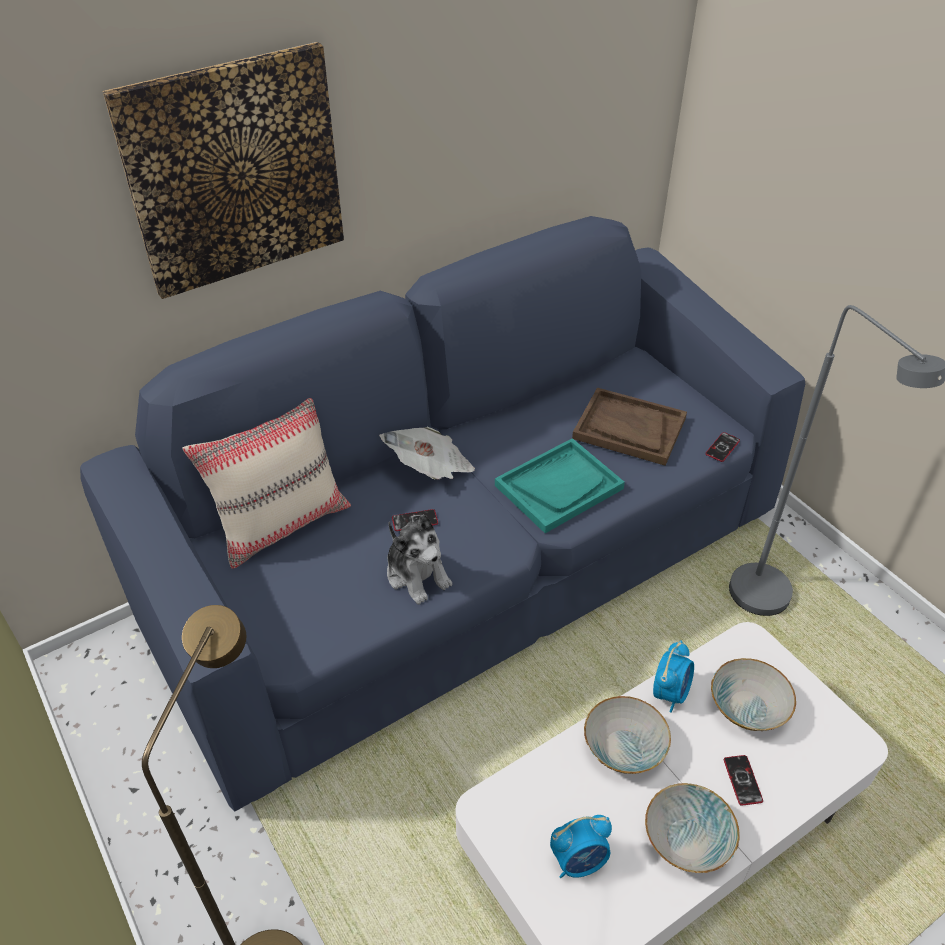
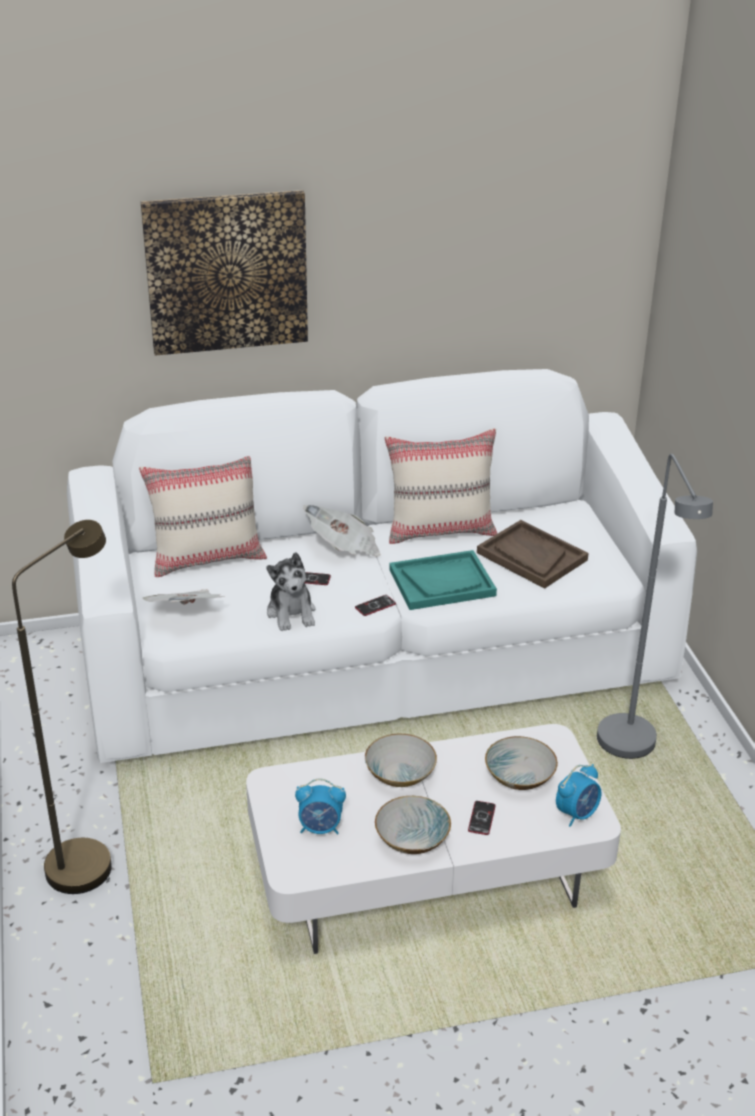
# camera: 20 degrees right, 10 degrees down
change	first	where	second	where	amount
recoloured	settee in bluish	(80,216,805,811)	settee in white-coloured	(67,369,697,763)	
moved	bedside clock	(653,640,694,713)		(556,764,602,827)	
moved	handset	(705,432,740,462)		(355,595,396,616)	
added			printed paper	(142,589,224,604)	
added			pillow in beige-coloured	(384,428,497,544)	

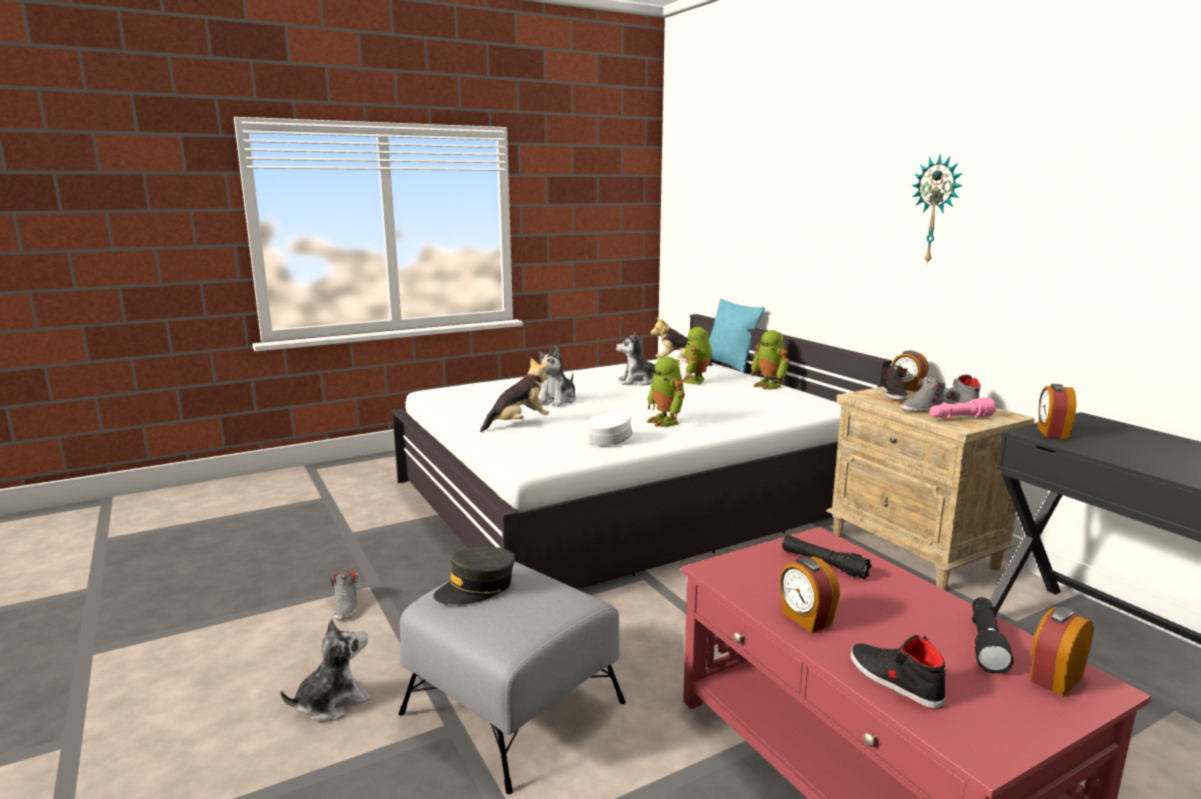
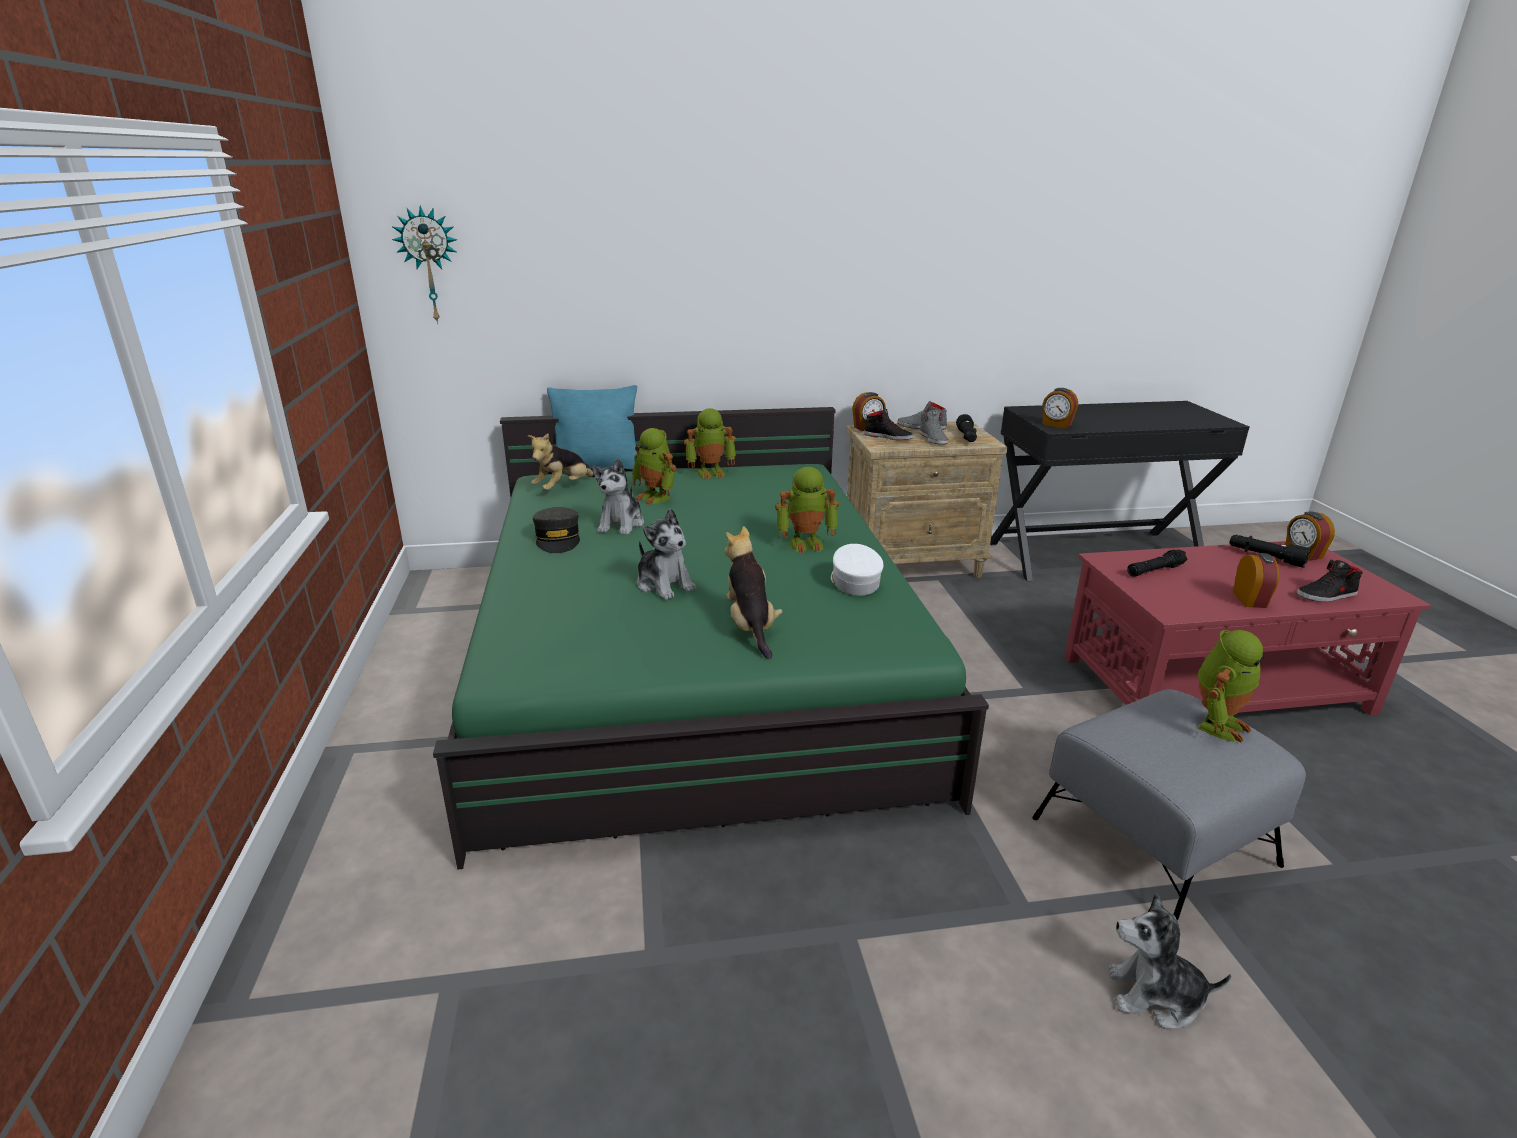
# camera: 70 degrees left, 10 degrees up
change	first	where	second	where	amount
turned	cuddly toy	(280,618,370,721)		(1108,893,1231,1028)	60 degrees counterclockwise
removed	low shoe in grey	(330,571,358,620)			
recoloured	bed in white-coloured	(392,314,892,589)	bed in green-coloured	(433,407,989,869)	
moved	cap in grey	(433,547,515,604)		(533,507,580,553)	
turned	bedside clock	(780,557,840,633)		(1233,553,1279,608)	75 degrees counterclockwise
moved	clock on the wall	(911,154,963,265)		(392,205,458,324)	
recoloured	torch in pink-coloured	(930,397,996,419)	torch in black	(956,414,977,442)	
added			toy robot	(1198,630,1264,743)	

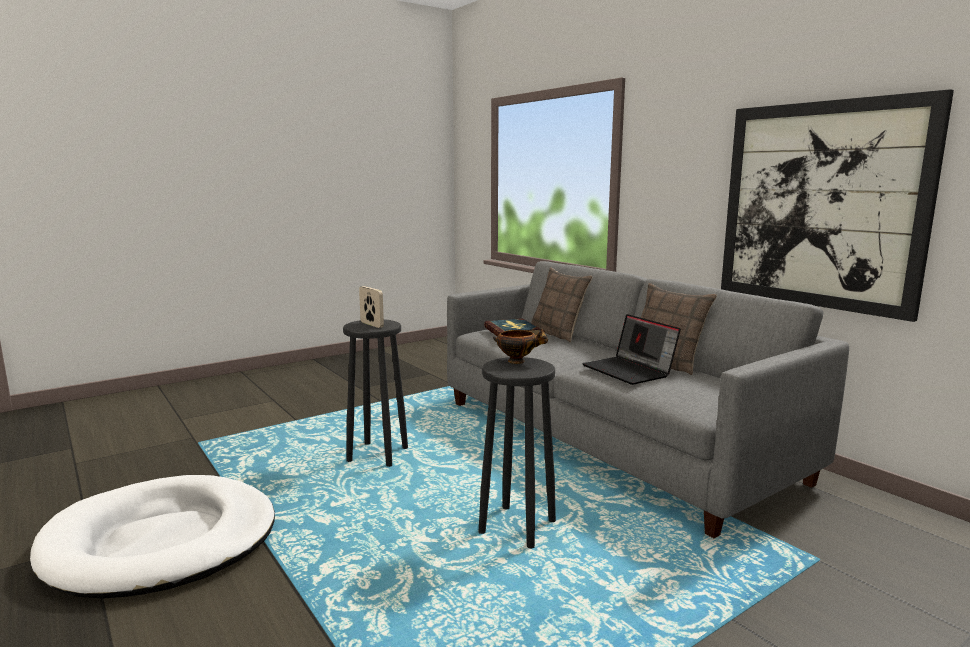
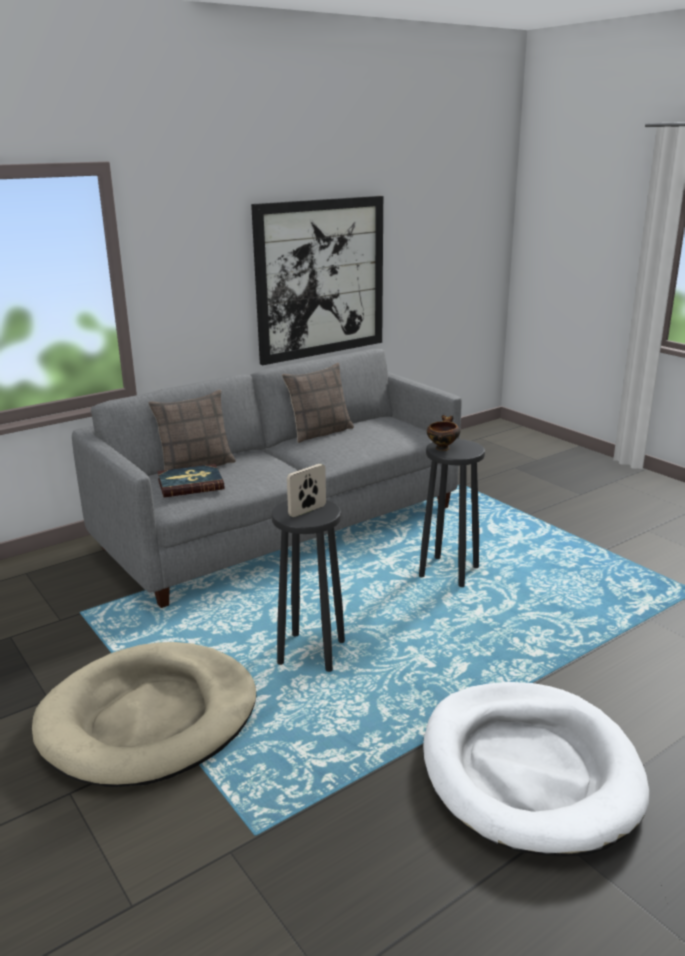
# camera: 90 degrees left, 10 degrees up
change	first	where	second	where	amount
removed	notebook computer	(582,314,681,385)			
added			pet bed in beige-coloured	(32,642,256,787)	

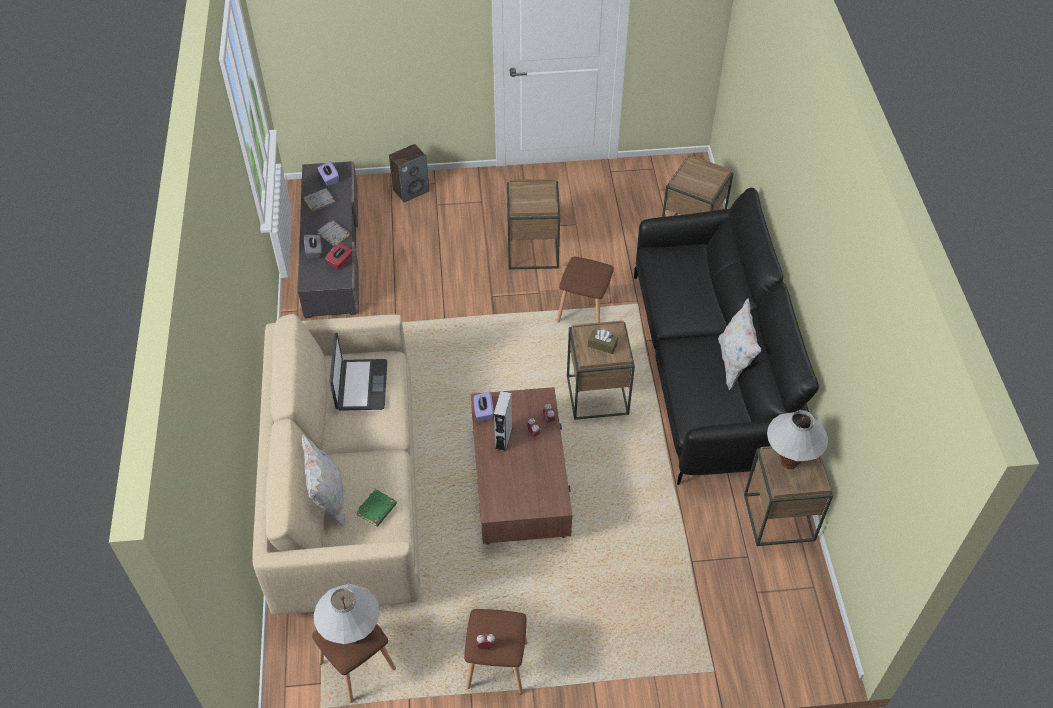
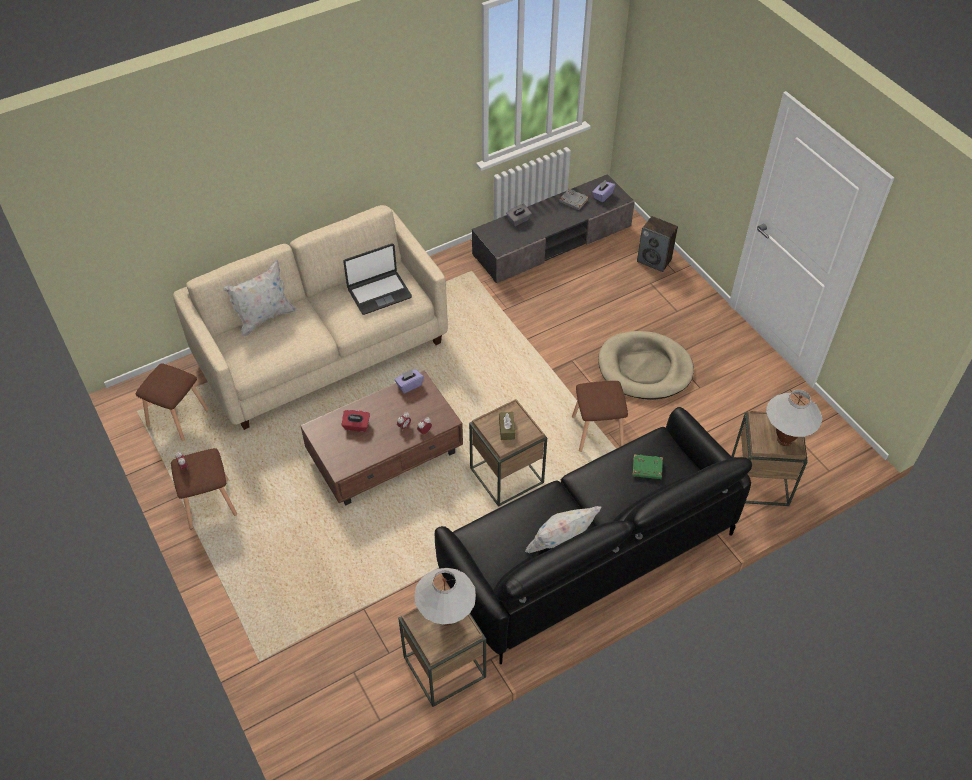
# camera: 65 degrees right, 0 degrees up
change	first	where	second	where	amount
moved	tabletop lamp in white-coloured	(314,584,380,644)		(766,390,822,446)	
removed	volume in grey	(317,220,350,246)			
moved	tissue box in red-coloured	(325,242,352,270)		(342,410,370,432)	
moved	volume in green-coloured	(356,489,397,527)		(633,454,663,479)	
removed	speaker in grey	(494,391,512,452)			
replaced	side table in brown	(507,179,560,270)	pet bed in beige-coloured	(598,331,694,400)	

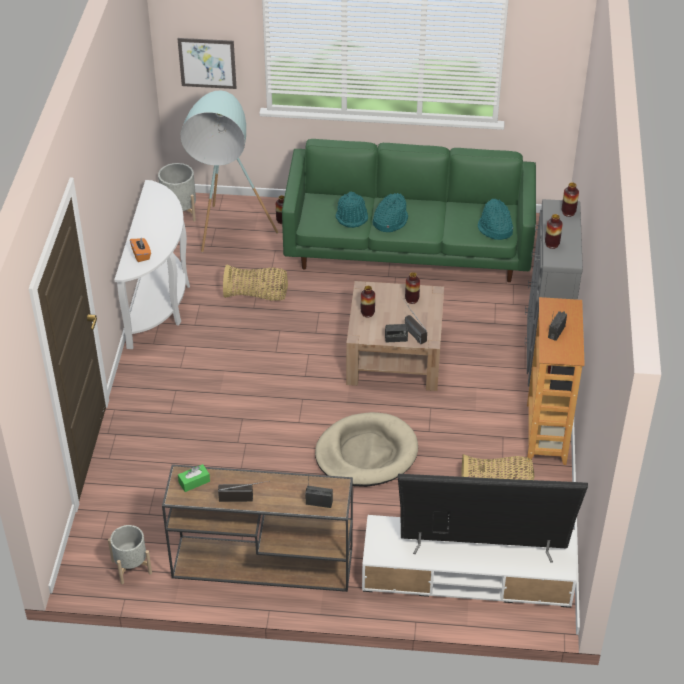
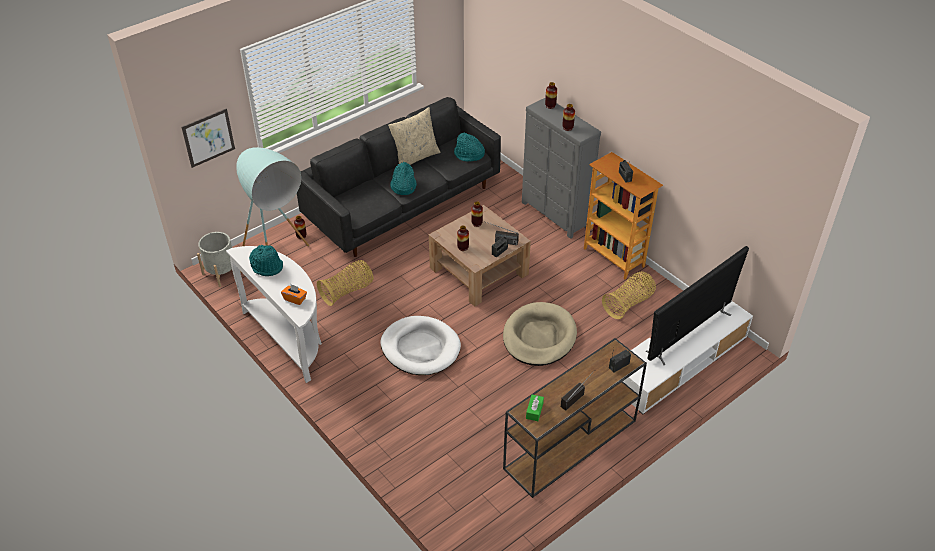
# camera: 45 degrees left, 0 degrees up
change	first	where	second	where	amount
removed	flower pot in grey	(108,525,152,584)			
recoloured	settee in green-coloured	(282,139,536,282)	settee in black	(297,97,501,257)	
moved	wearable hat in turquoise	(336,191,368,228)		(249,245,283,276)	
added			pet bed in white-coloured	(380,316,461,375)	
added			pillow in beige-coloured	(388,107,440,165)	

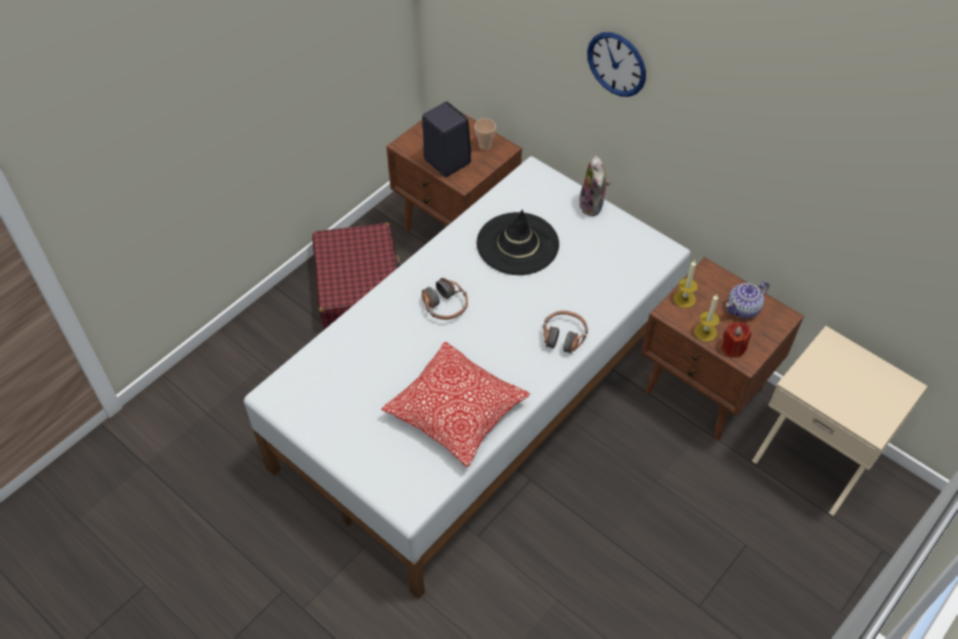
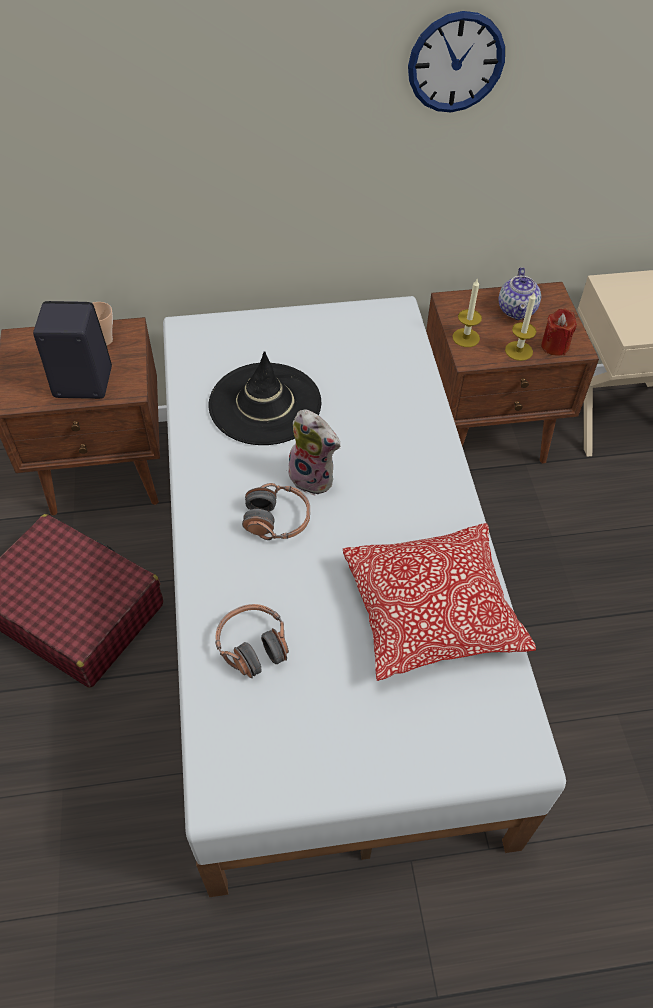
# camera: 50 degrees left, 0 degrees up
change	first	where	second	where	amount
moved	headset	(543,311,588,354)		(215,604,289,678)	
moved	cuddly toy	(579,156,611,216)		(288,409,340,495)	
moved	clock on the wall	(587,32,646,97)		(408,11,505,112)	

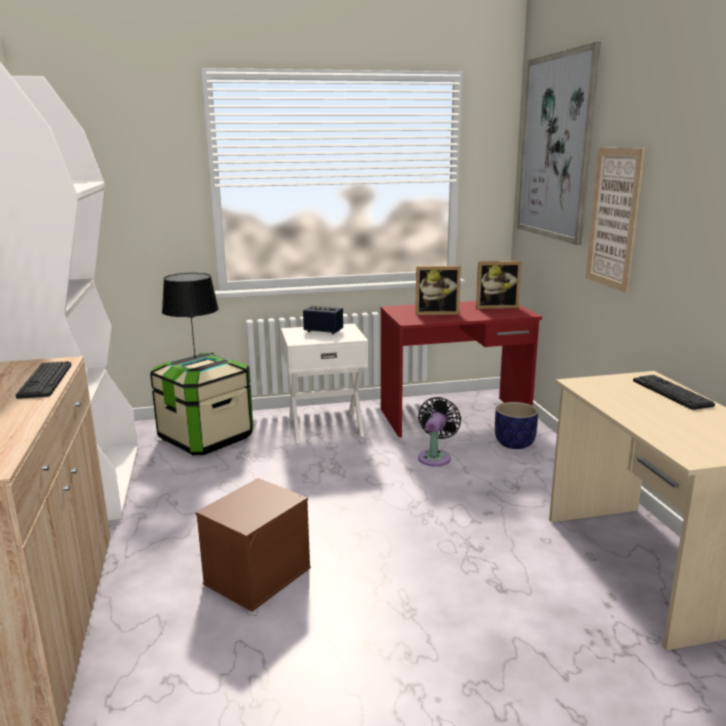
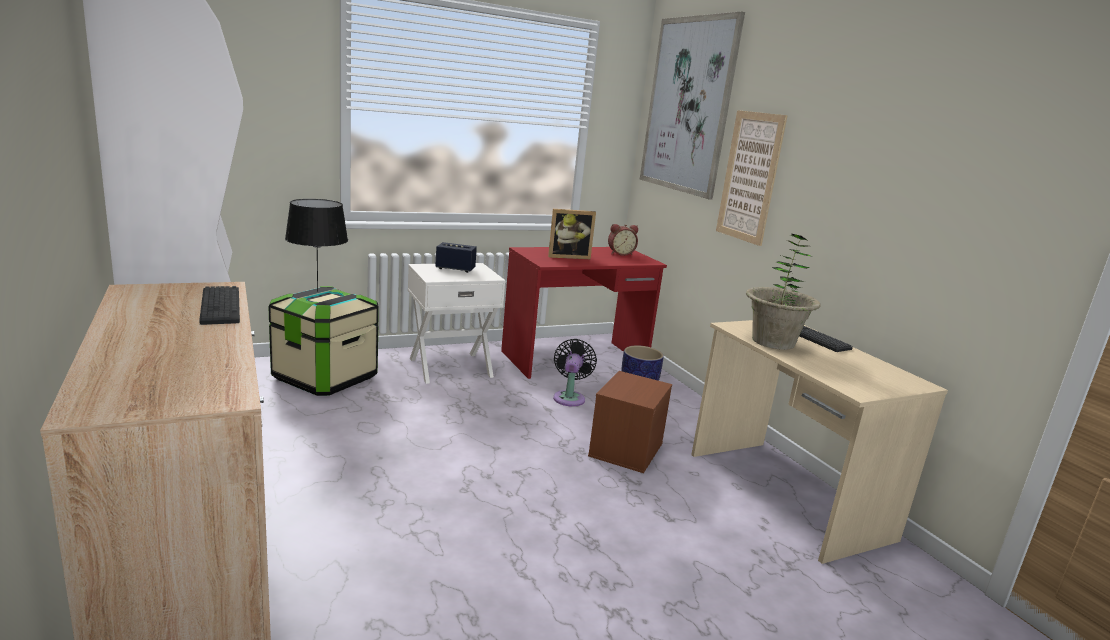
# camera: 15 degrees left, 0 degrees up
change	first	where	second	where	amount
moved	storage container in brown	(196,478,311,612)		(588,371,672,473)	
replaced	standing frame	(476,261,522,309)	bedside clock	(608,224,638,256)	
added			houseplant	(746,234,821,350)	

